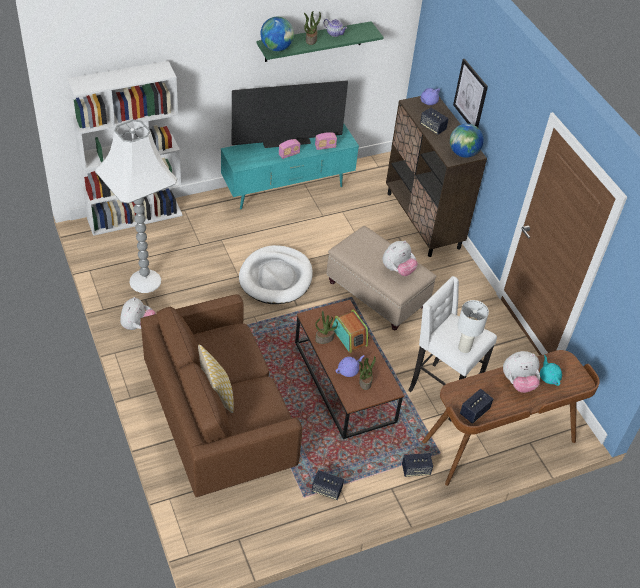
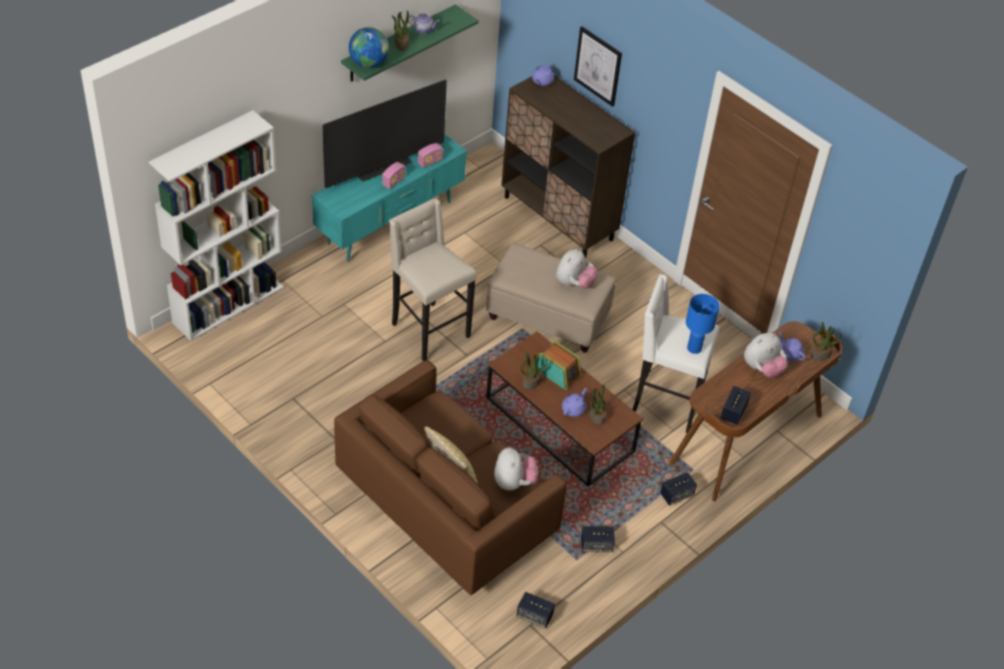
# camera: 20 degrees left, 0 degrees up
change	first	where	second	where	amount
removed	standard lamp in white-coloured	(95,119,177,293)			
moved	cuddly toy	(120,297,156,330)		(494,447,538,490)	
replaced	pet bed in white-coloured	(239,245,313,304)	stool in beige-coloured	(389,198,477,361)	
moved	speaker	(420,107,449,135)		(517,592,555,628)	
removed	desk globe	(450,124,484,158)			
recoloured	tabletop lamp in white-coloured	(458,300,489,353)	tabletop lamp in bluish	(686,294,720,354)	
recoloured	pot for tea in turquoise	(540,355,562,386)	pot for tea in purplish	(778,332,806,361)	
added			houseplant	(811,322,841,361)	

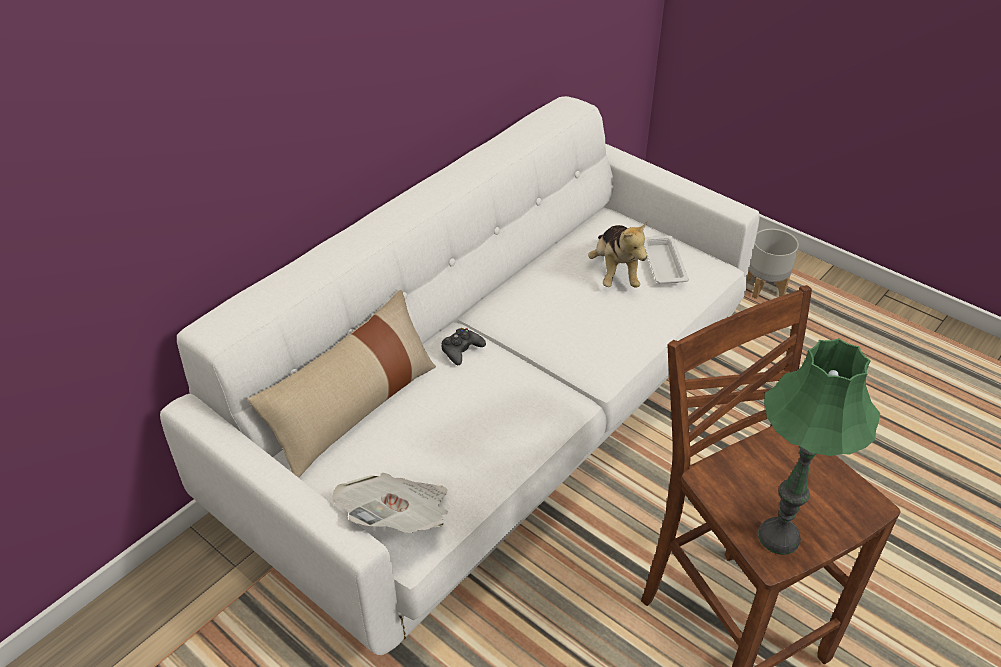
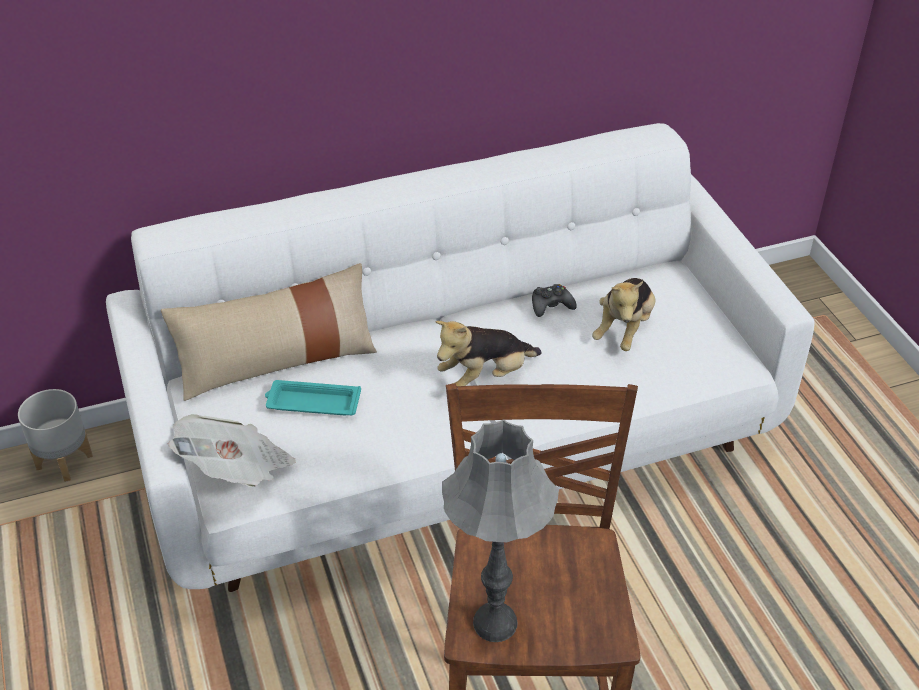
# camera: 30 degrees right, 0 degrees up
change	first	where	second	where	amount
moved	game controller in black	(441,328,486,365)		(532,284,577,317)	
removed	tray in white-coloured	(644,235,689,284)			
moved	flower pot in grey	(747,229,799,299)		(18,389,93,482)	
recoloured	tabletop lamp in green-coloured	(758,338,880,555)	tabletop lamp in grey	(442,419,559,642)	
added			tray in turquoise	(265,380,361,416)	
added			cuddly toy	(436,321,542,386)	

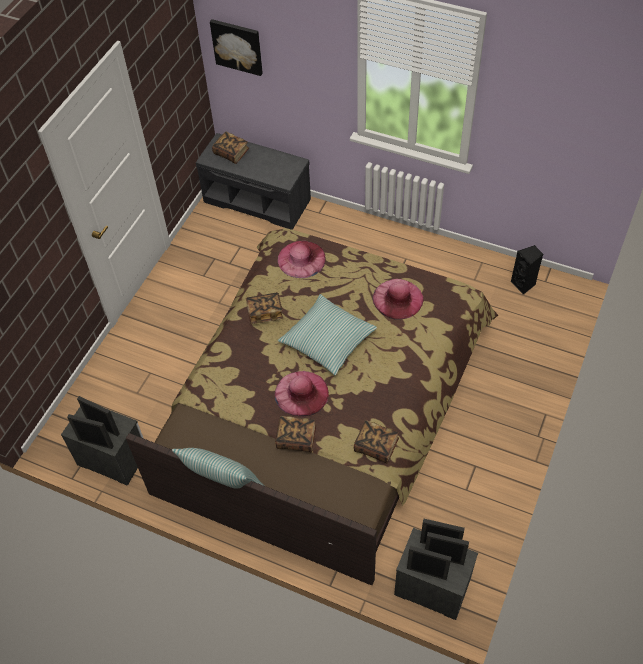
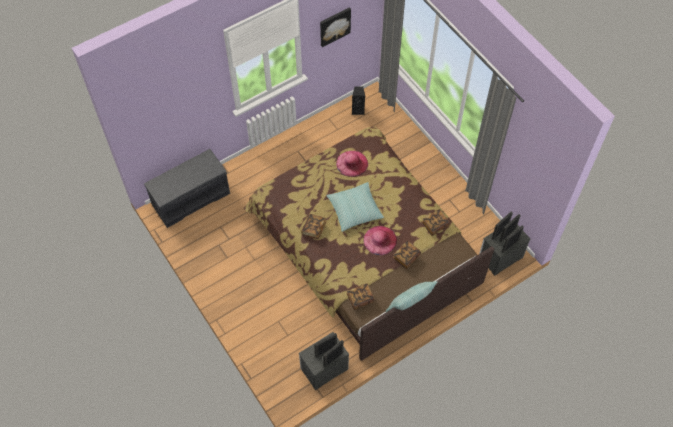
# camera: 60 degrees left, 5 degrees up
change	first	where	second	where	amount
moved	wall picture	(210,19,263,76)		(320,8,351,47)	
moved	volume	(212,132,249,164)		(347,283,375,310)	
removed	wearable hat in pink-coloured	(278,241,326,278)			

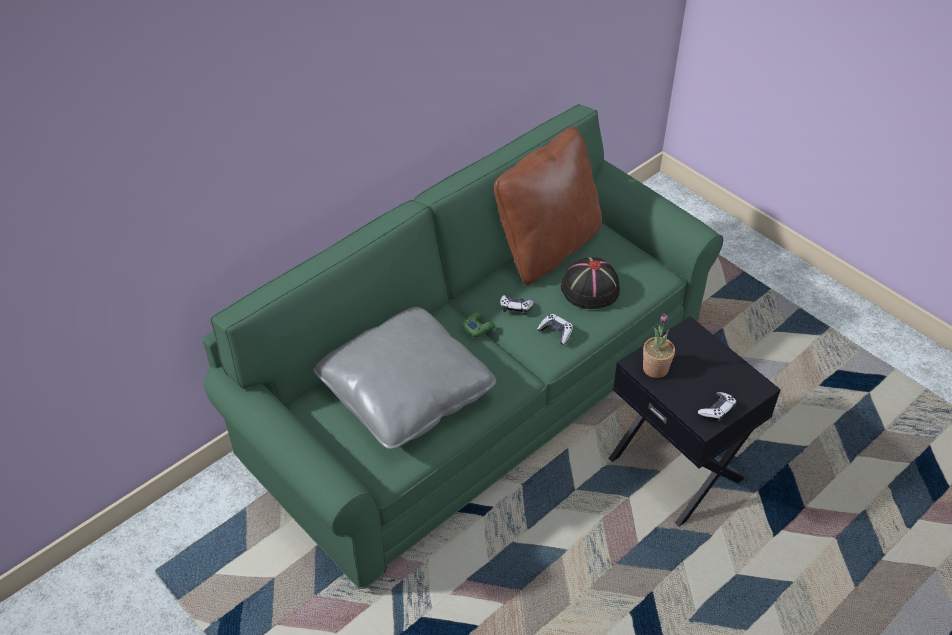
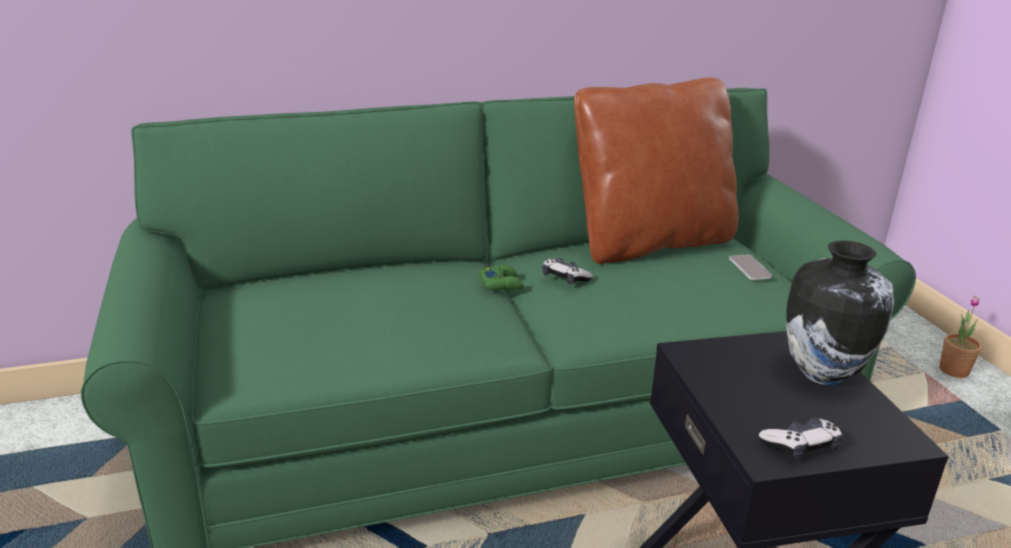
# camera: 25 degrees right, 20 degrees down
change	first	where	second	where	amount
removed	pillow in grey	(313,307,496,449)			
removed	game controller	(537,314,573,344)			
removed	wearable hat in black	(561,257,620,309)			
moved	houseplant	(643,314,675,378)		(939,296,982,378)	
added			handset	(729,255,772,280)	
added			flower vase	(786,240,894,385)	

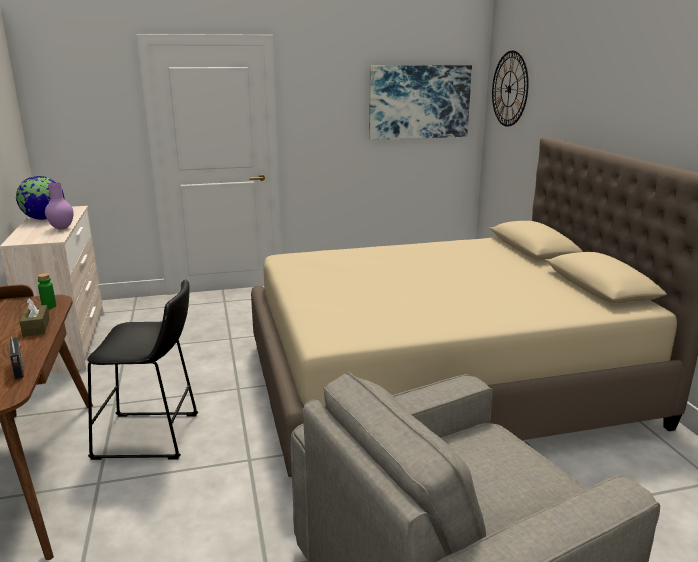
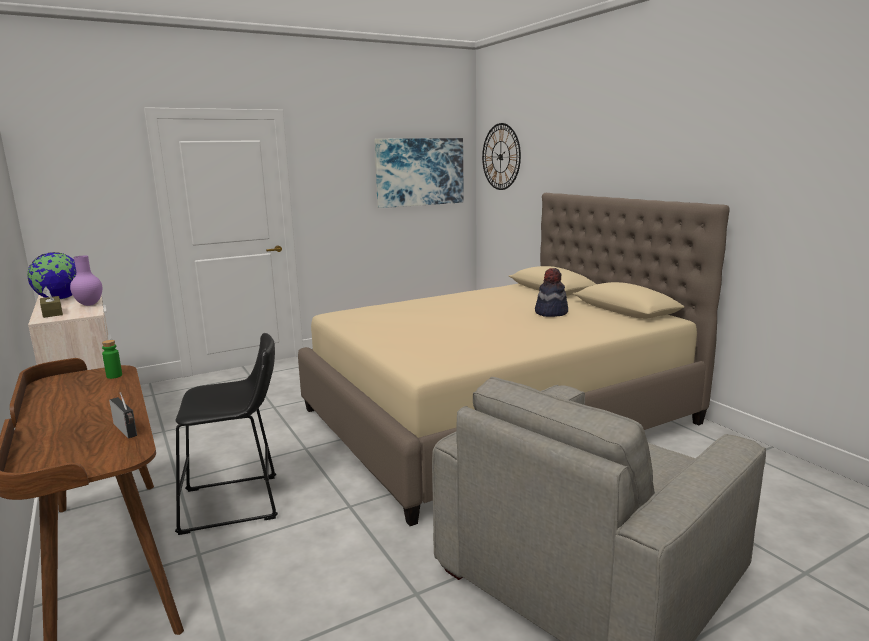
# camera: 15 degrees left, 5 degrees down
change	first	where	second	where	amount
moved	tissue box in brown	(20,298,50,337)		(40,287,63,318)	
added			wearable hat	(535,268,568,317)	

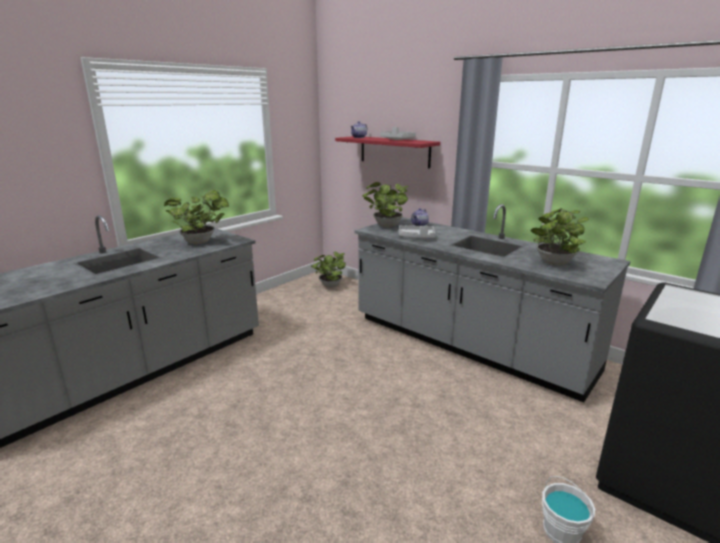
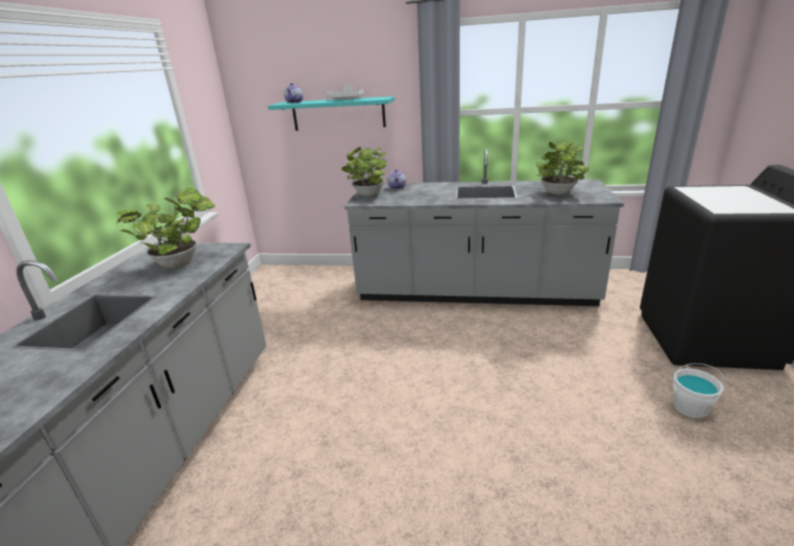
# camera: 30 degrees left, 5 degrees up
change	first	where	second	where	amount
removed	houseplant	(311,251,346,288)			
recoloured	shelf in red-coloured	(335,136,440,169)	shelf in turquoise	(268,96,395,131)	
removed	tray in grey	(399,225,435,238)			

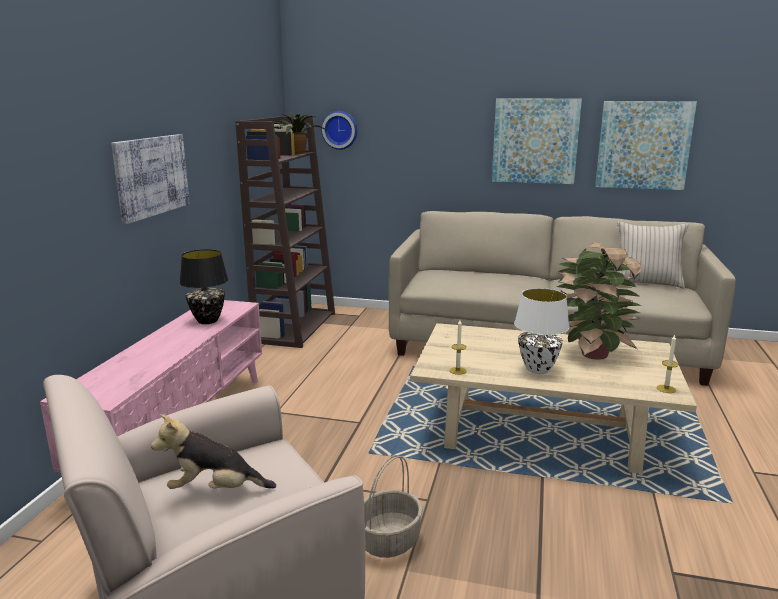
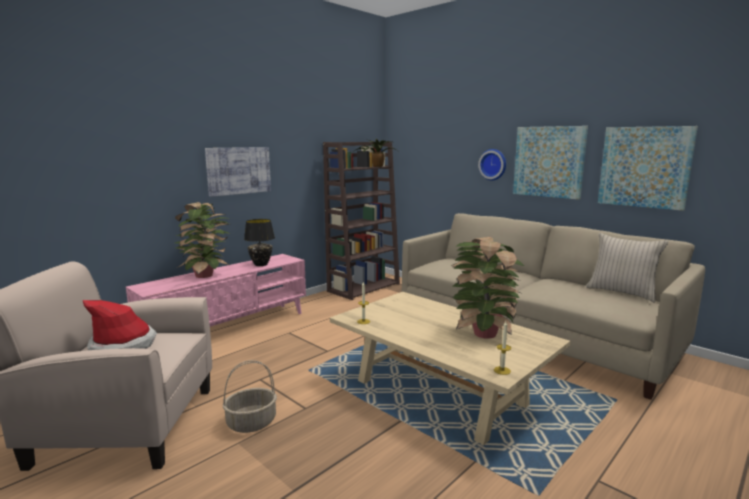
# camera: 30 degrees right, 5 degrees down
change	first	where	second	where	amount
replaced	cuddly toy	(151,414,276,489)	wearable hat	(83,300,157,350)	
moved	clock on the wall	(321,111,357,150)		(478,149,506,180)	
removed	tabletop lamp in white-coloured	(514,288,570,374)			
added			houseplant	(175,202,230,278)	

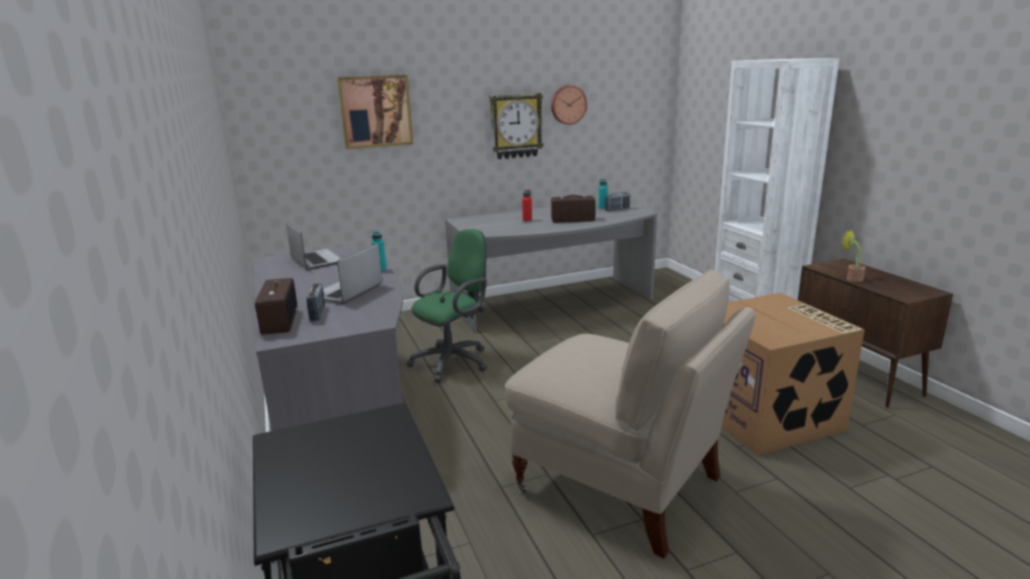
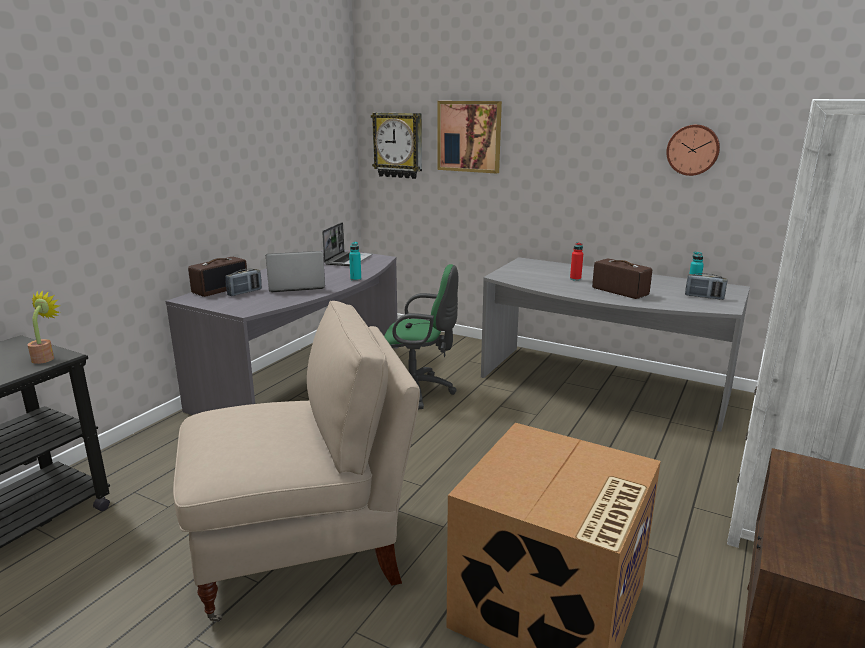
# camera: 50 degrees right, 0 degrees up
change	first	where	second	where	amount
moved	clock on the wall	(490,93,544,159)		(371,113,422,179)	
turned	chair in beige-coloured	(505,269,755,558)		(173,301,420,622)	105 degrees counterclockwise
moved	houseplant	(841,230,865,282)		(27,290,60,364)	

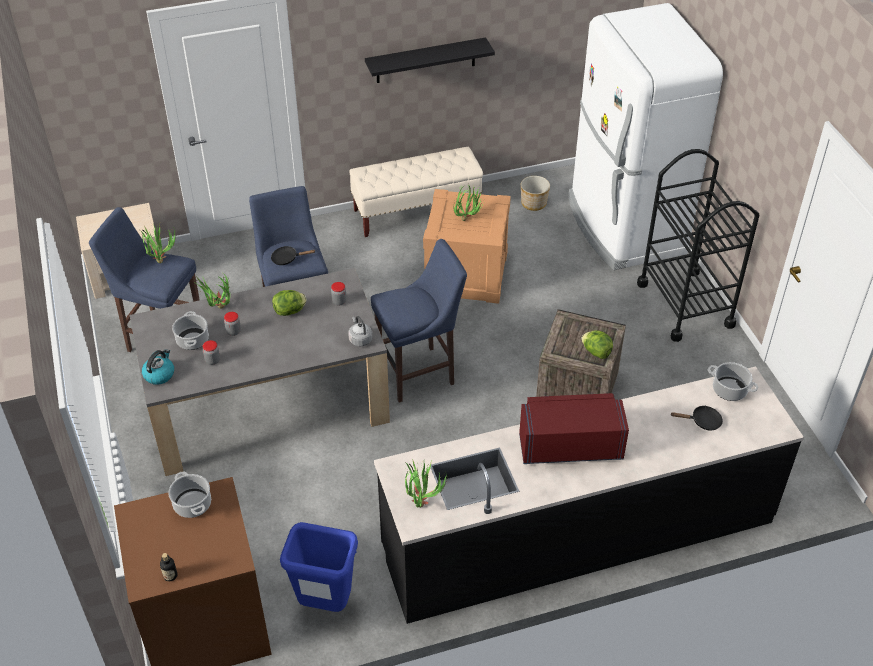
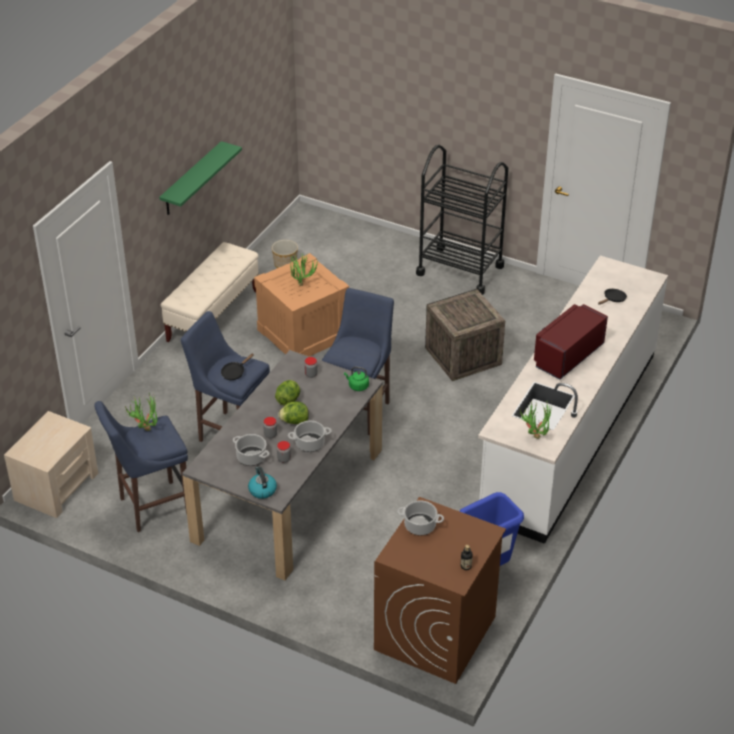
# camera: 45 degrees left, 5 degrees down
change	first	where	second	where	amount
removed	houseplant	(196,273,230,308)			
recoloured	kettle in grey	(348,316,372,346)	kettle in green-coloured	(344,366,369,391)	
recoloured	shelf in black	(365,37,495,83)	shelf in green-coloured	(159,141,242,215)	
recoloured	kitchen counter in black	(374,366,804,624)	kitchen counter in white-coloured	(478,256,668,544)	
removed	kitchen fridge in white-coloured	(568,3,723,270)			
moved	lettuce head	(581,330,613,359)		(278,402,309,424)	
moved	cooking pot	(708,362,758,401)		(288,421,331,452)	

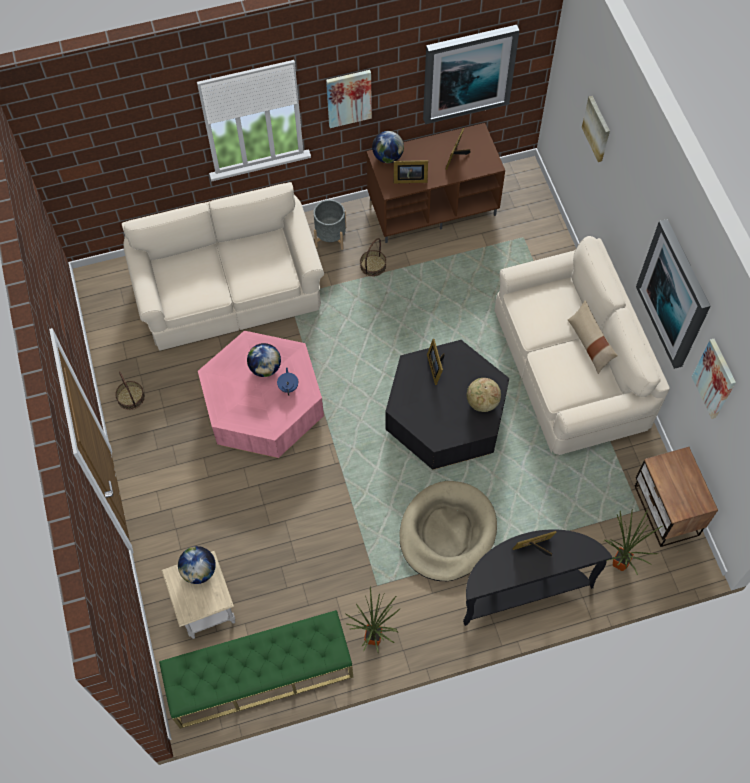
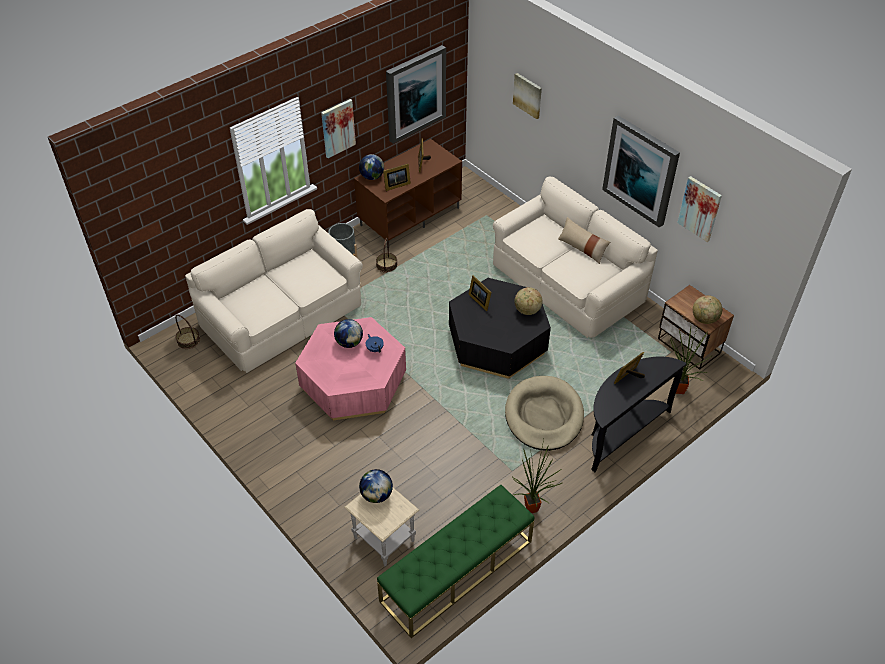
# camera: 25 degrees left, 15 degrees down
change	first	where	second	where	amount
moved	household basket	(115,371,145,410)		(175,314,200,349)	
added			desk globe	(693,295,722,324)	

